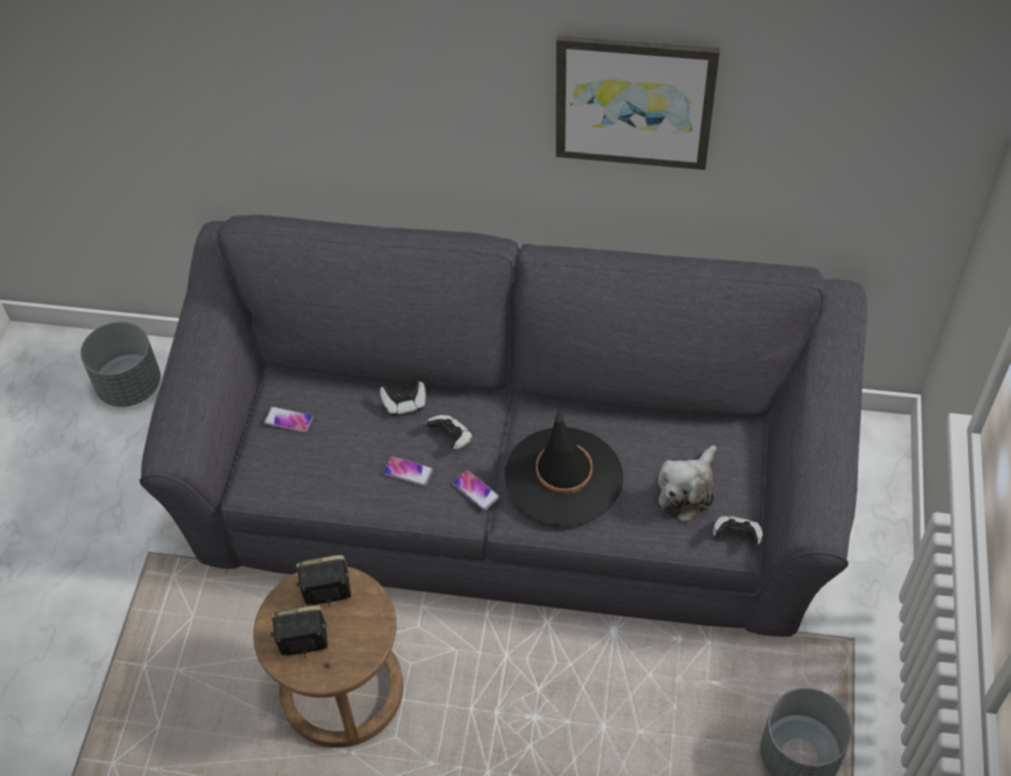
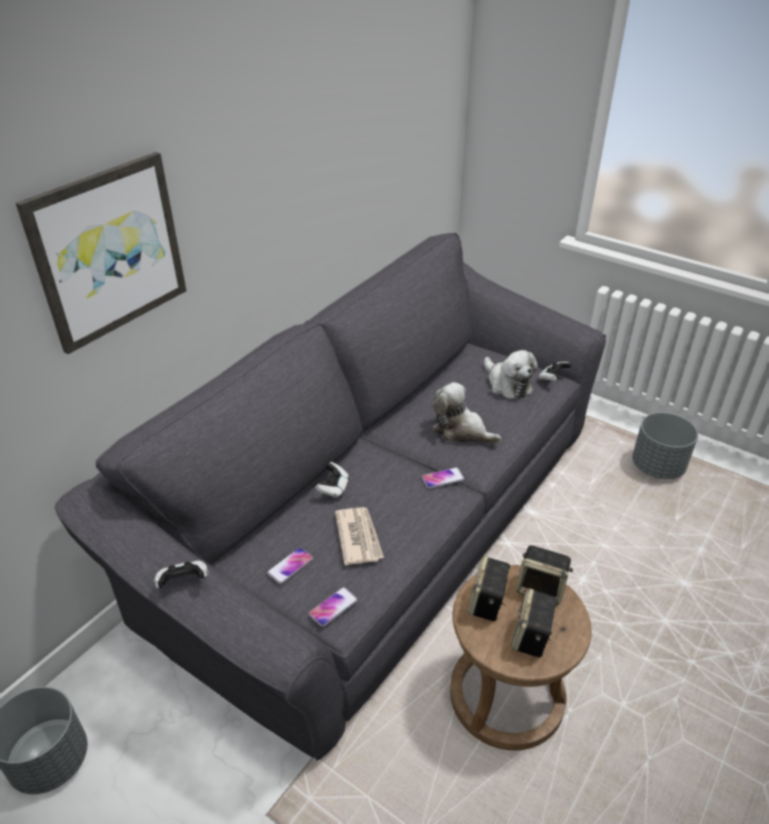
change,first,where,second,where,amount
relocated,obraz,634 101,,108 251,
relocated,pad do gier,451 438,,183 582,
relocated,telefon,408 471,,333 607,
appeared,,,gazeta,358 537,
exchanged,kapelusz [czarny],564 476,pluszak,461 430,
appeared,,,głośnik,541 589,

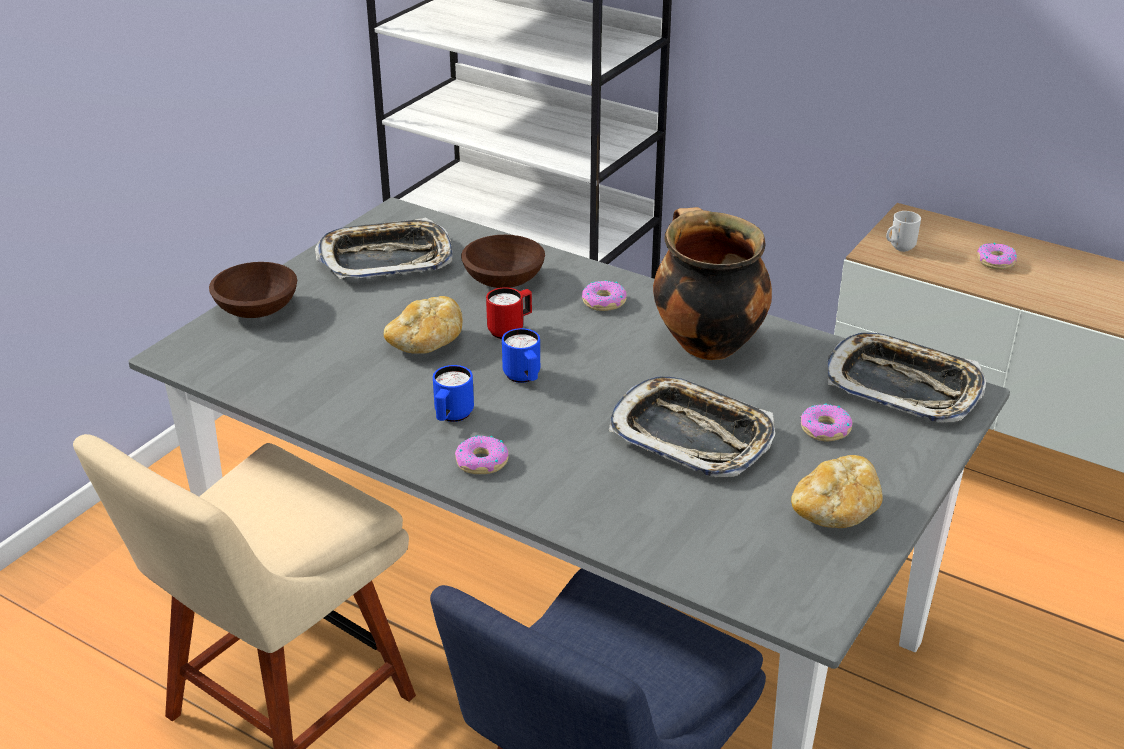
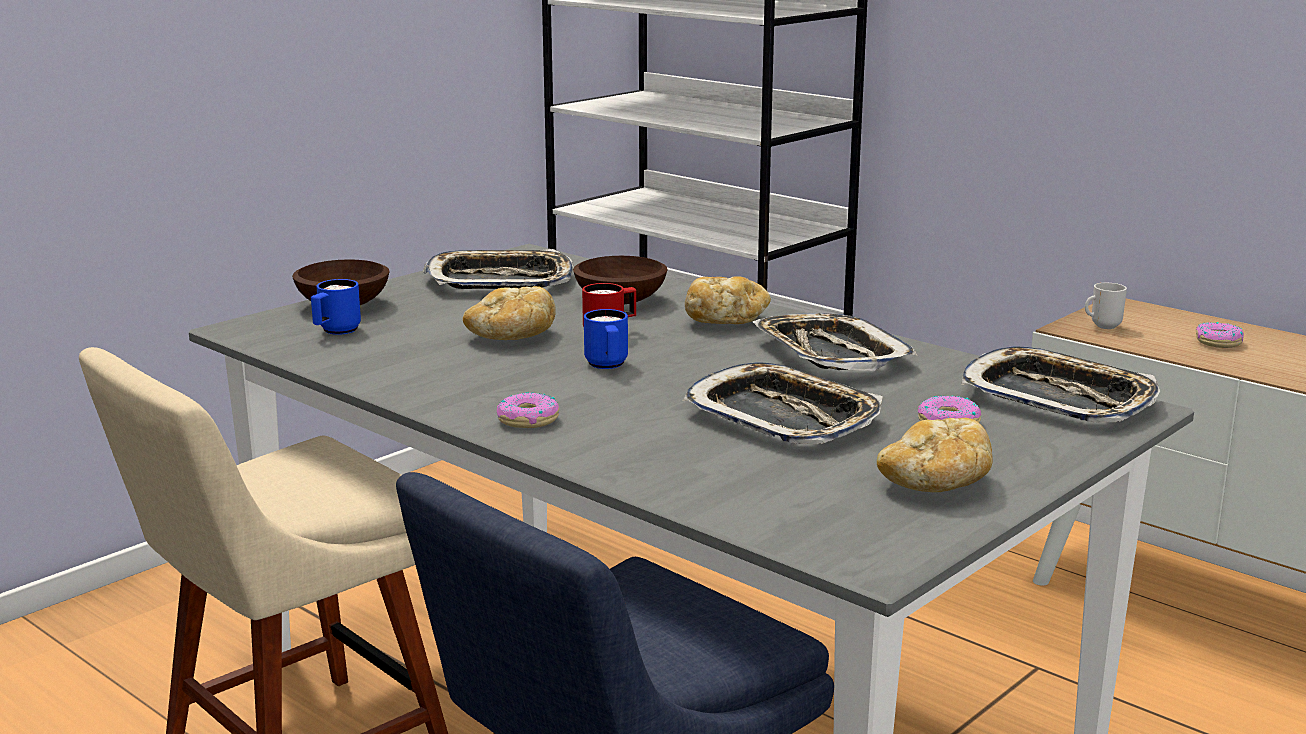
change,first,where,second,where,amount
relocated,kubek [niebieski],451 417,,335 331,
exchanged,donut,604 302,chleb,725 320,
exchanged,garnek,705 343,taca,830 354,

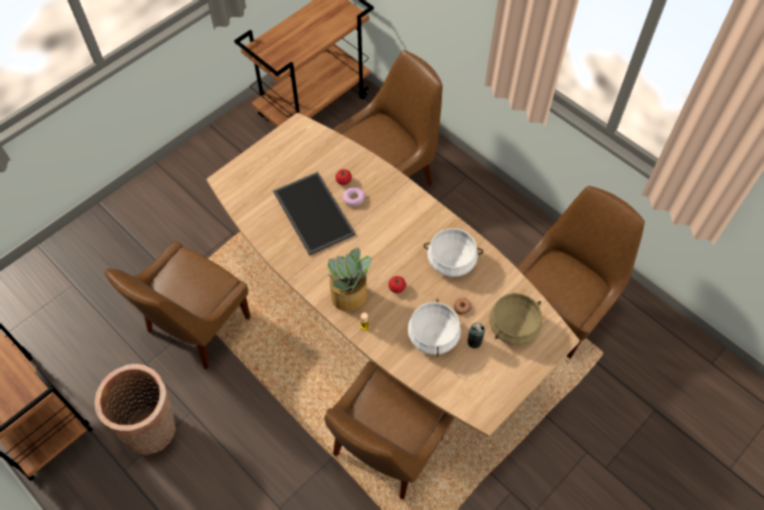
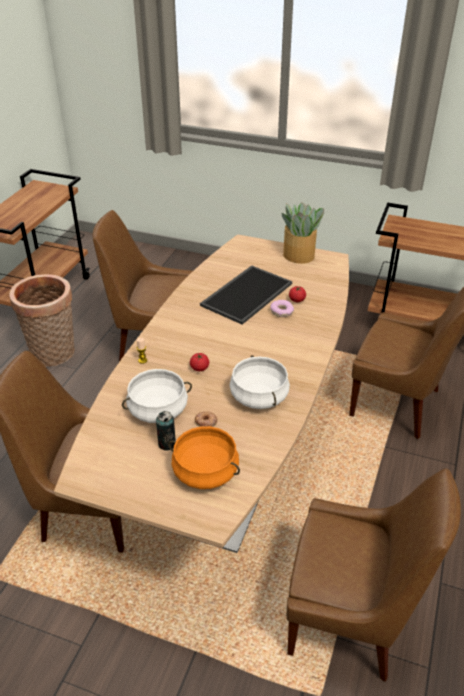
change,first,where,second,where,amount
colour,garnek [beżowy],513 327,garnek [pomarańczowy],205 472,
relocated,roślina doniczkowa,350 296,,299 256,

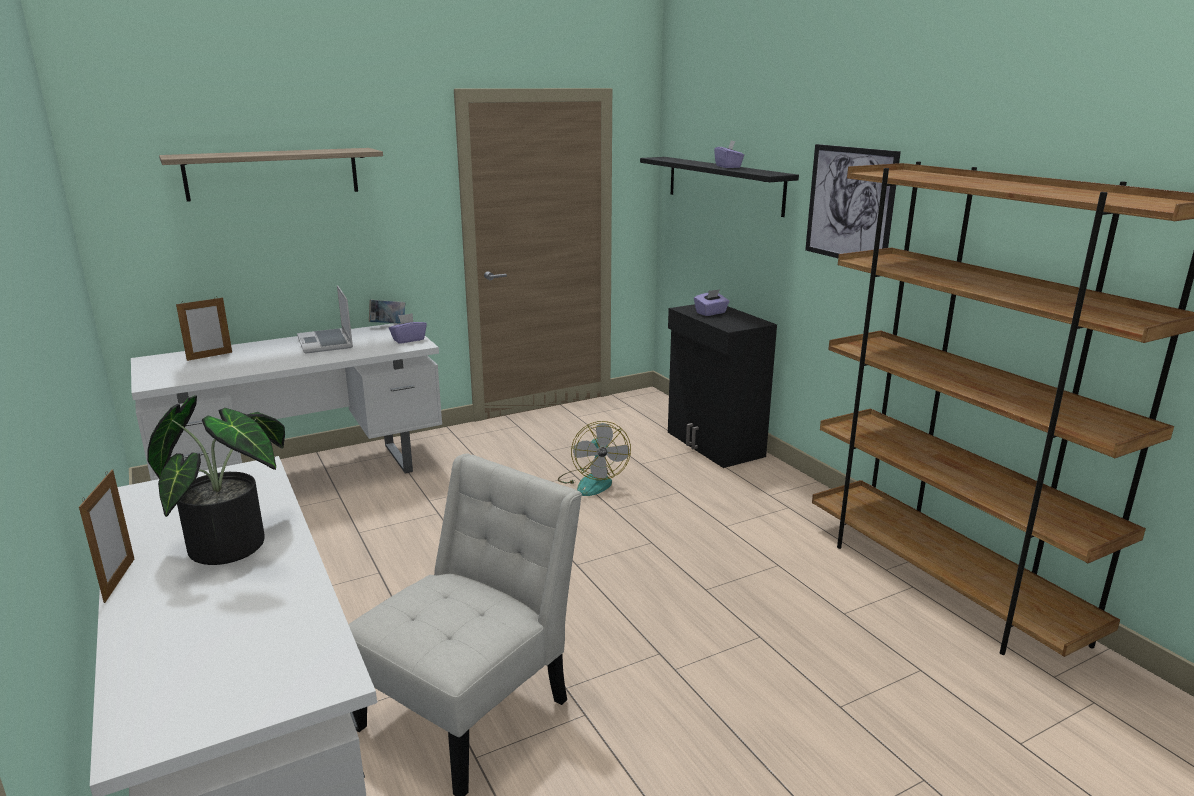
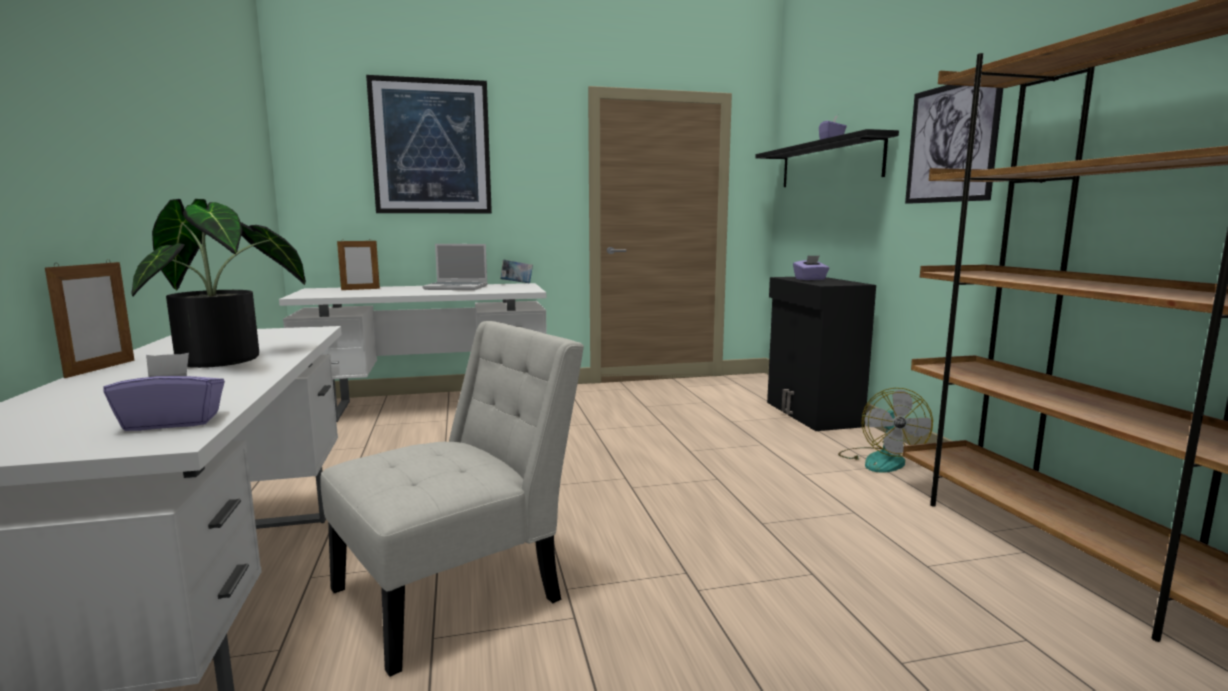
change,first,where,second,where,amount
relocated,pudełko chusteczek [fioletowy],408 340,,173 422,
exchanged,półka,273 173,obraz,431 147,
spun,laptop,326 343,,457 287,75 degrees counterclockwise
relocated,wentylator,592 481,,880 460,

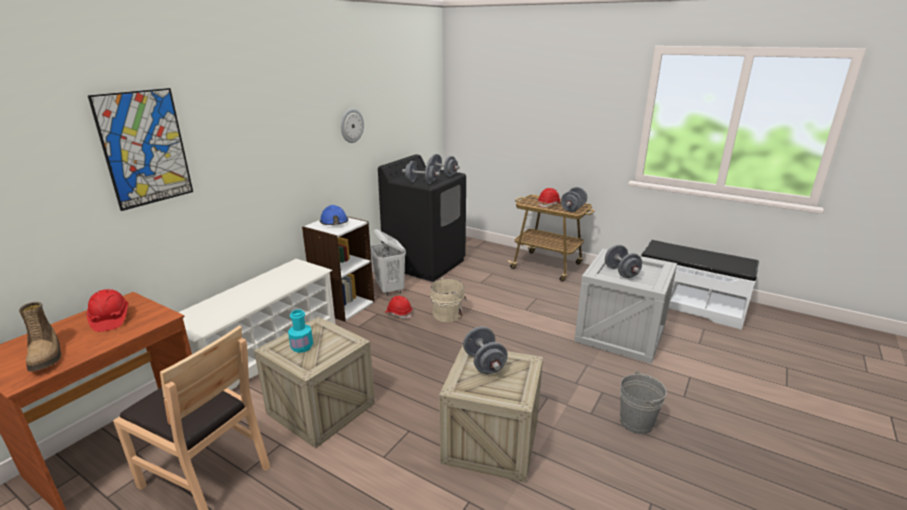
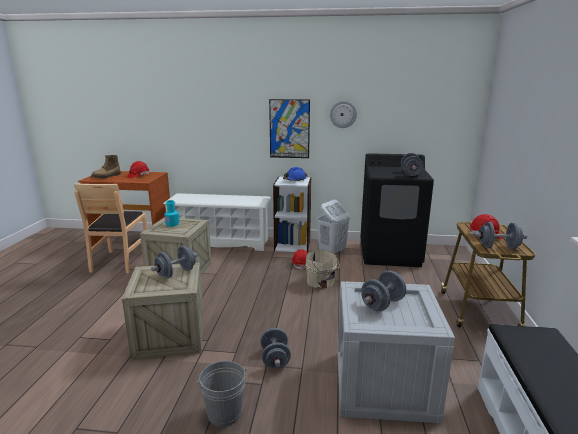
change,first,where,second,where,amount
relocated,hantel [szary],421 182,,275 359,
relocated,obraz,145 148,,289 129,

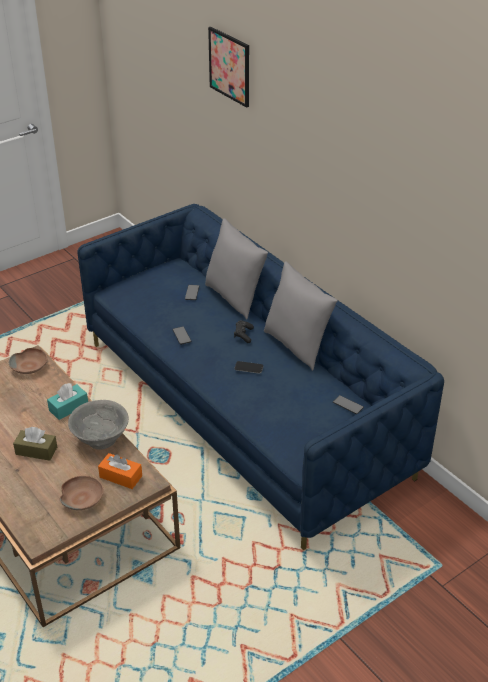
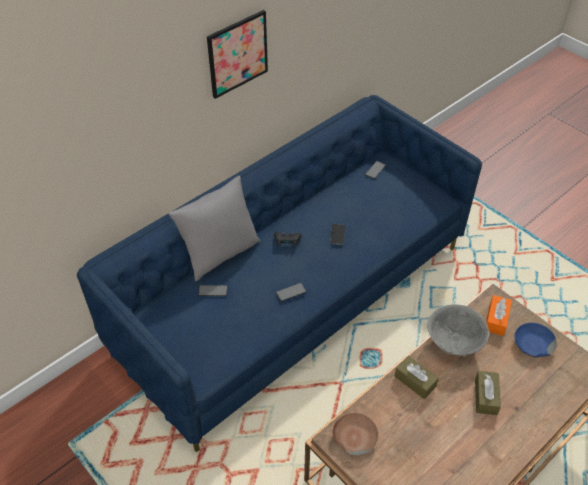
change,first,where,second,where,amount
relocated,obraz,229 66,,237 54,
colour,pudełko chusteczek [turkusowy],68 407,pudełko chusteczek [brązowy],415 381,
colour,miska [brązowy],82 498,miska [niebieski],532 344,
missing,poduszka [szary],297 345,,,

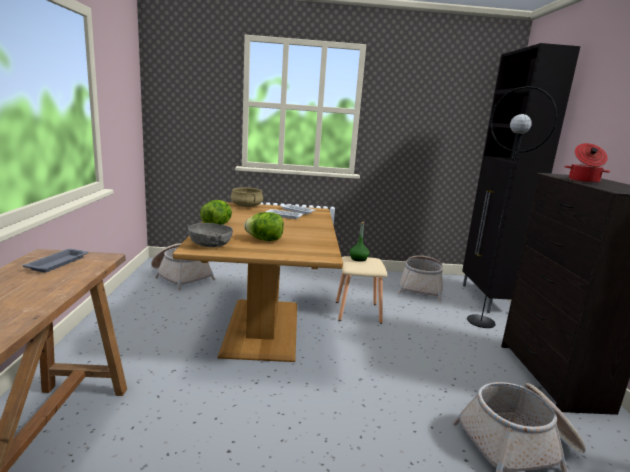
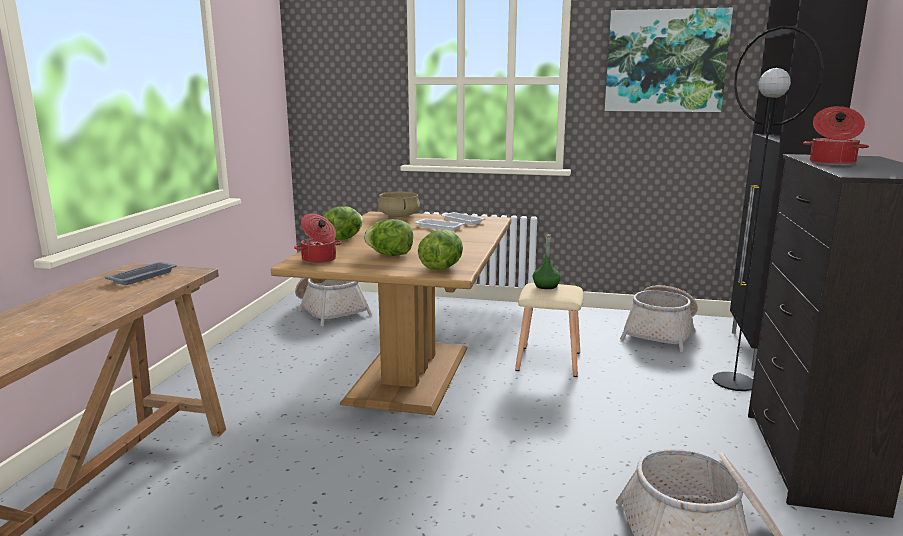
change,first,where,second,where,amount
exchanged,miska [szary],210 245,garnek,319 260,
appeared,,,sałata,442 268,
appeared,,,obraz,665 61,

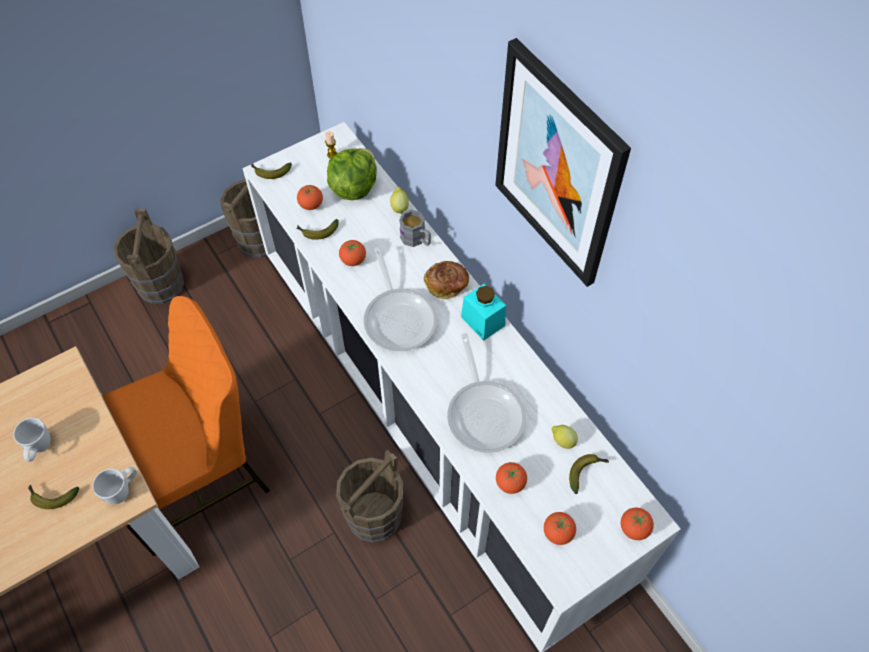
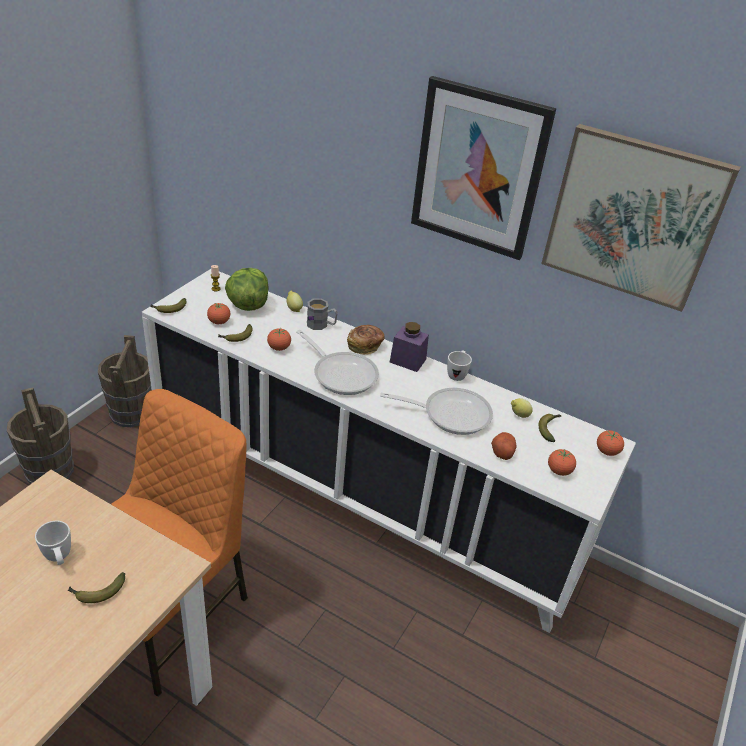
change,first,where,second,where,amount
spun,patelnia,484 412,,450 414,45 degrees counterclockwise
colour,słoik [turkusowy],483 321,słoik [fioletowy],407 361,
relocated,kubek [biały],123 490,,457 374,
exchanged,pomidor,510 483,ziemniak,502 451,
appeared,,,obraz,633 217,
missing,wiadro [brązowy],374 516,,,

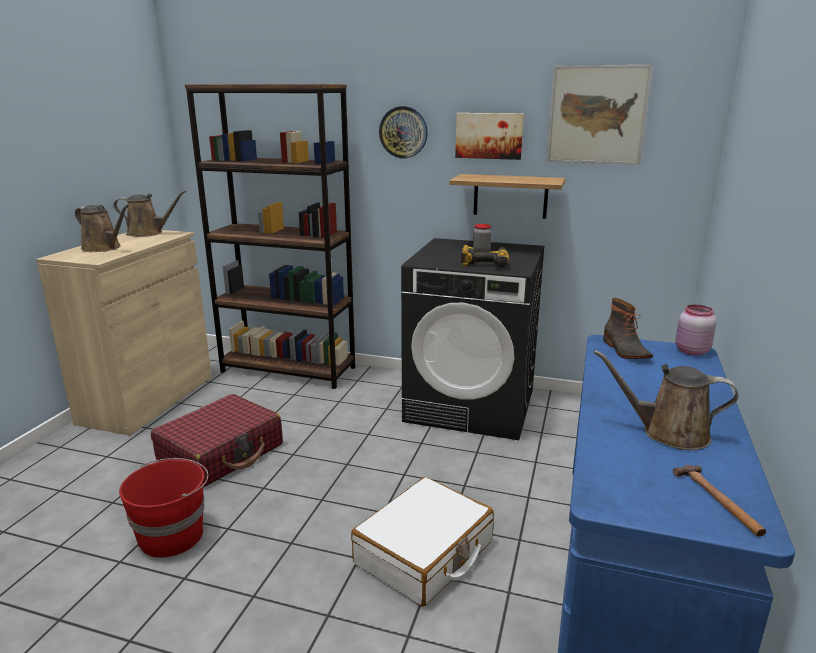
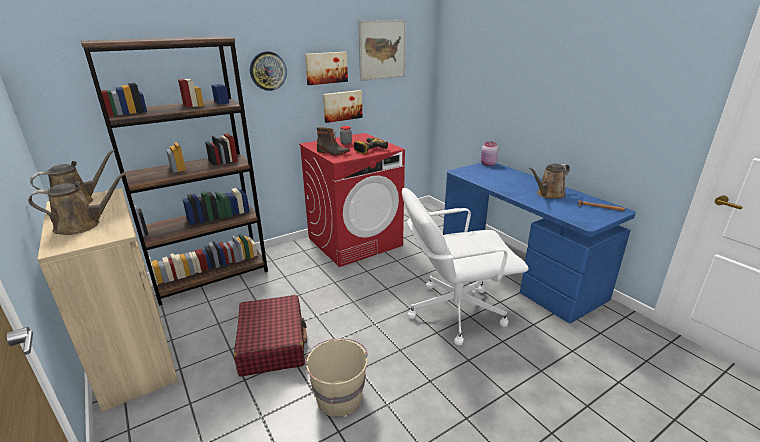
change,first,where,second,where,amount
colour,pralka [czarny],471 405,pralka [czerwony],355 241,
colour,wiadro [czerwony],173 535,wiadro [beżowy],339 396,
relocated,but z cholewką,624 350,,332 153,
exchanged,półka,510 196,obraz,342 106,
exchanged,walizka [biały],424 553,krzesło biurowe [biały],454 311,

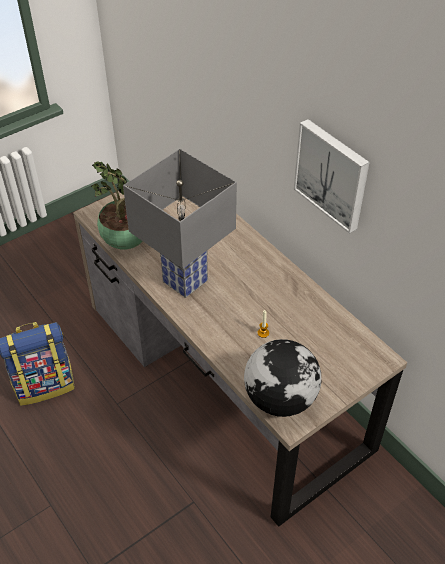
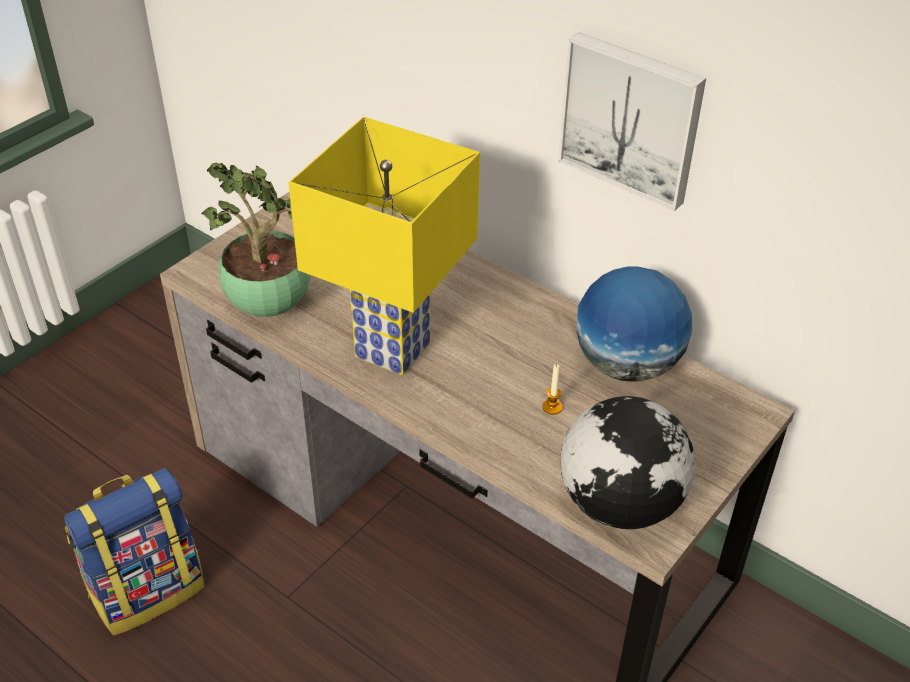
change,first,where,second,where,amount
colour,lampa stołowa [szary],185 280,lampa stołowa [żółty],392 348,
appeared,,,globus,627 365,

